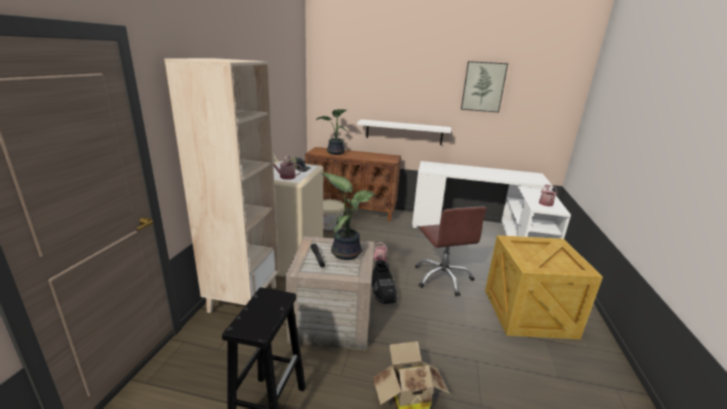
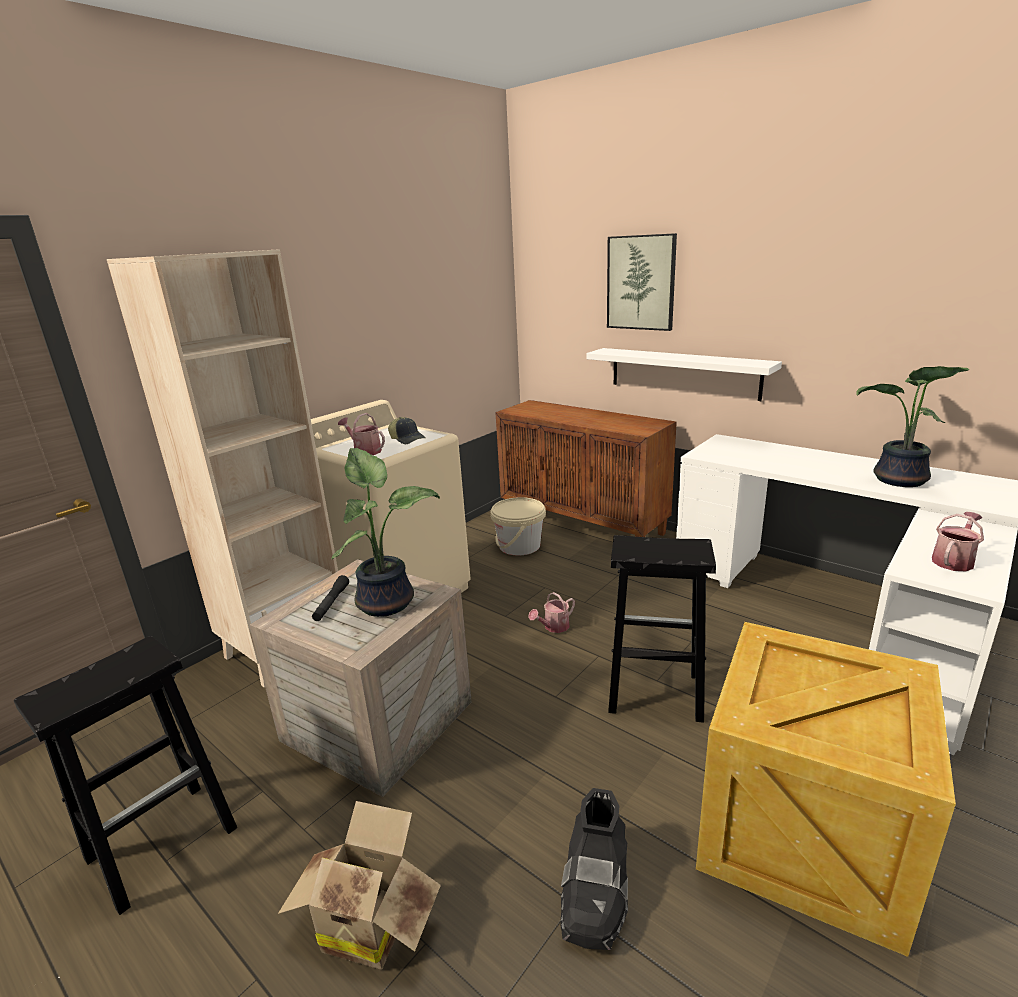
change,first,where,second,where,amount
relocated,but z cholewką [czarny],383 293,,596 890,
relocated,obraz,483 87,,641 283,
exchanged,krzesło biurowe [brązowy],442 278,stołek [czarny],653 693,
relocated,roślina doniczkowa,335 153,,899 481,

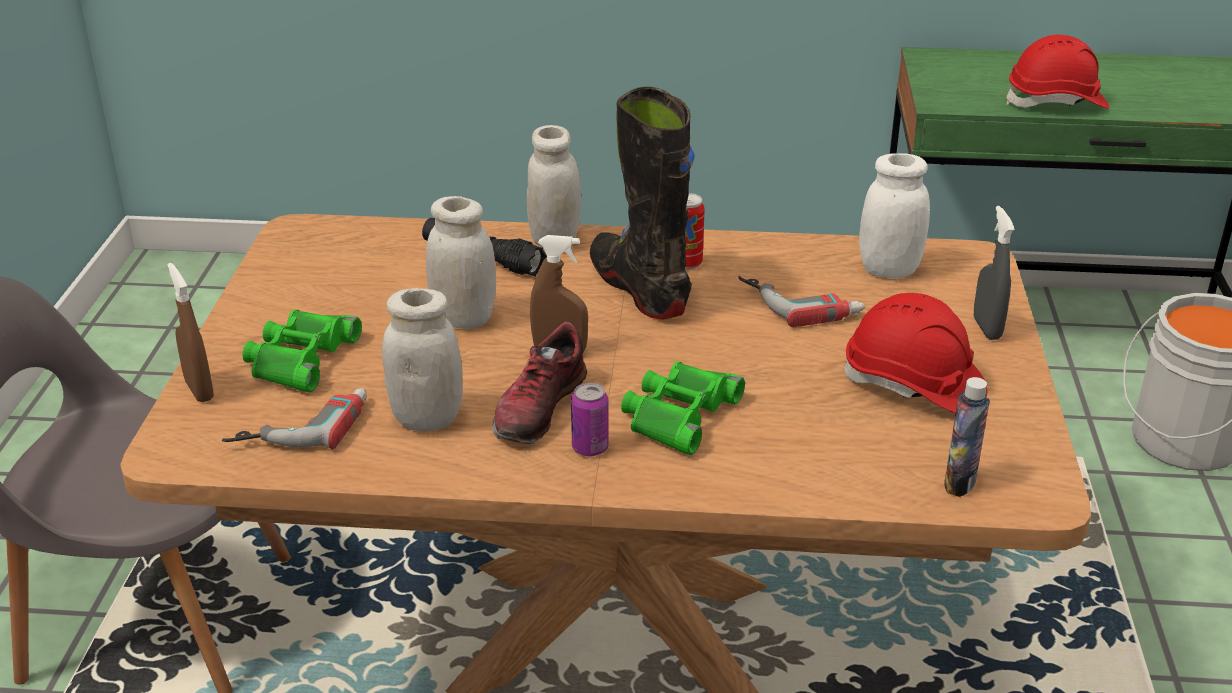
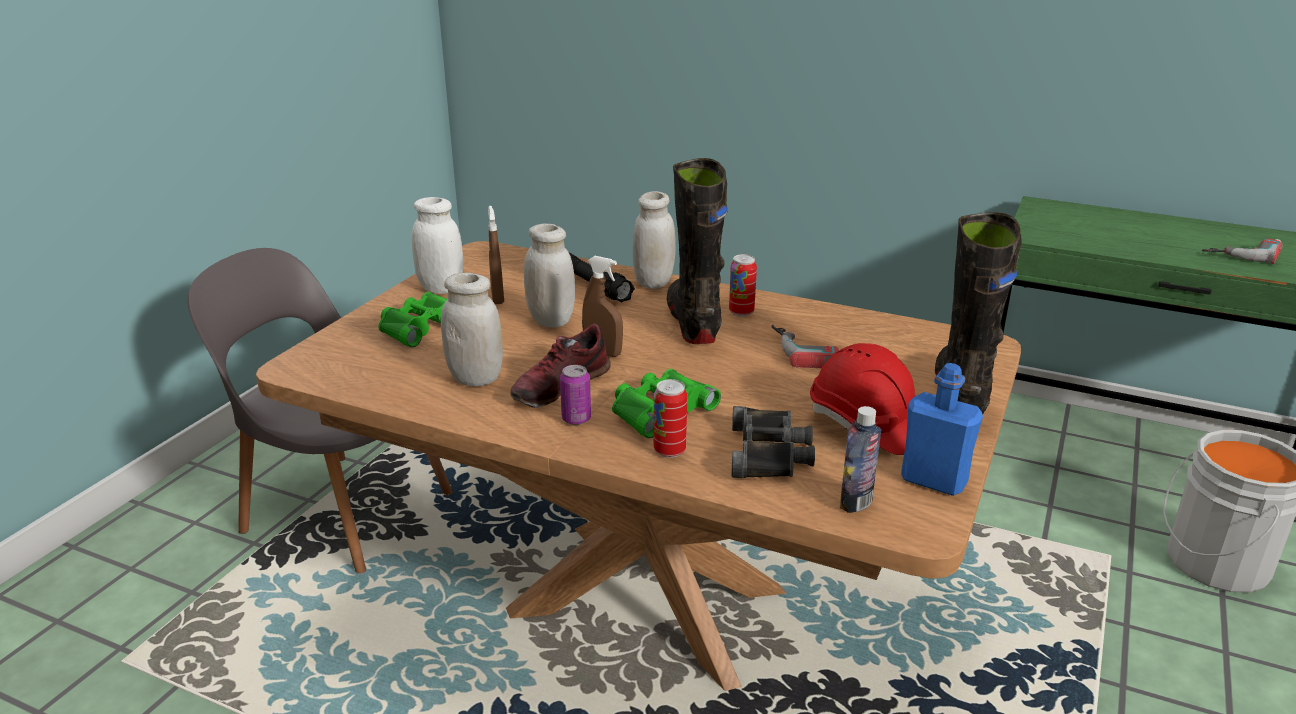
change,first,where,second,where,amount
relocated,słoik [biały],889 270,,441 288,
relocated,spryskiwacz [brązowy],199 390,,497 298,
appeared,,,puszka,669 451,
appeared,,,lornetka [czarny],770 453,
appeared,,,butelka [niebieski],933 480,
exchanged,spryskiwacz [szary],986 328,but z cholewką [czarny],960 396,
relocated,wiertarka,300 424,,1241 252,
missing,kask [czerwony],1056 102,,,

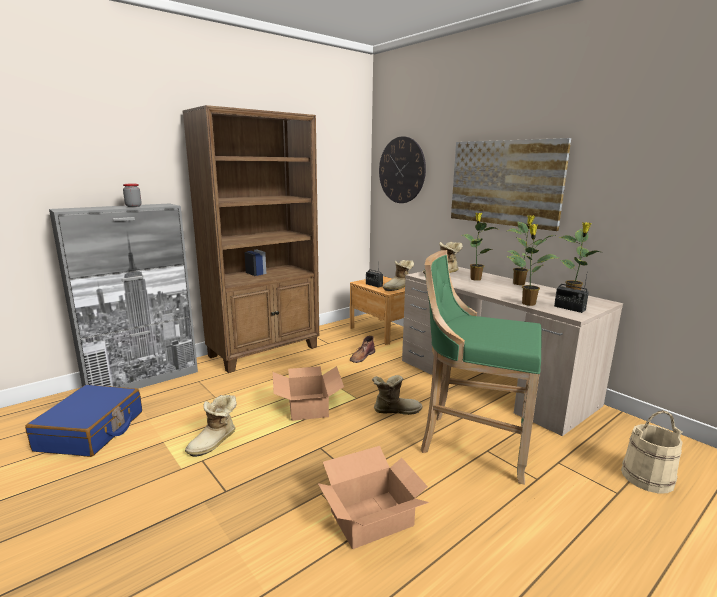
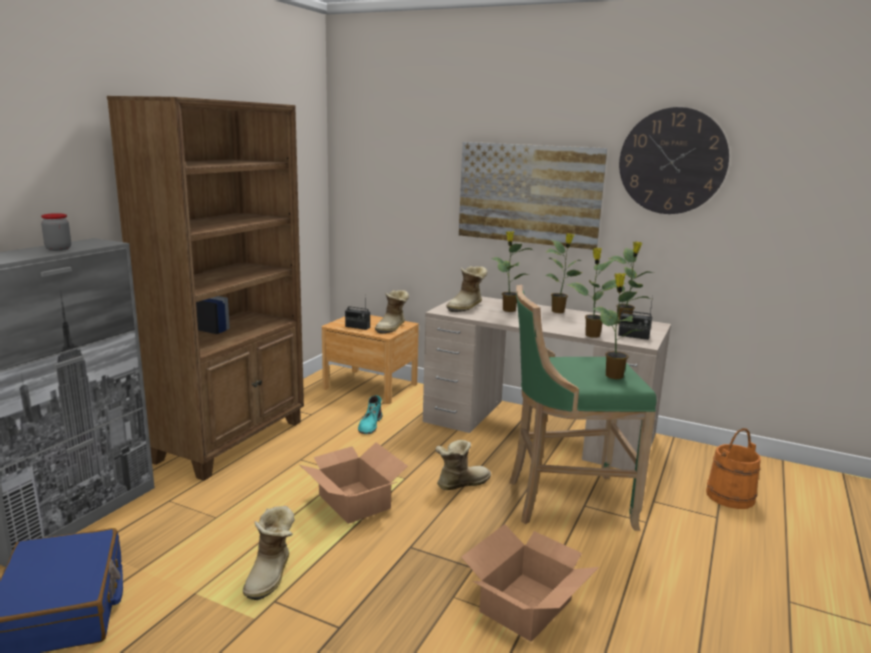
change,first,where,second,where,amount
colour,but z cholewką [brązowy],362 356,but z cholewką [turkusowy],370 425,
appeared,,,roślina doniczkowa,613 375,
relocated,zegar ścienny,401 170,,672 161,
colour,wiadro [beżowy],647 477,wiadro [pomarańczowy],730 496,

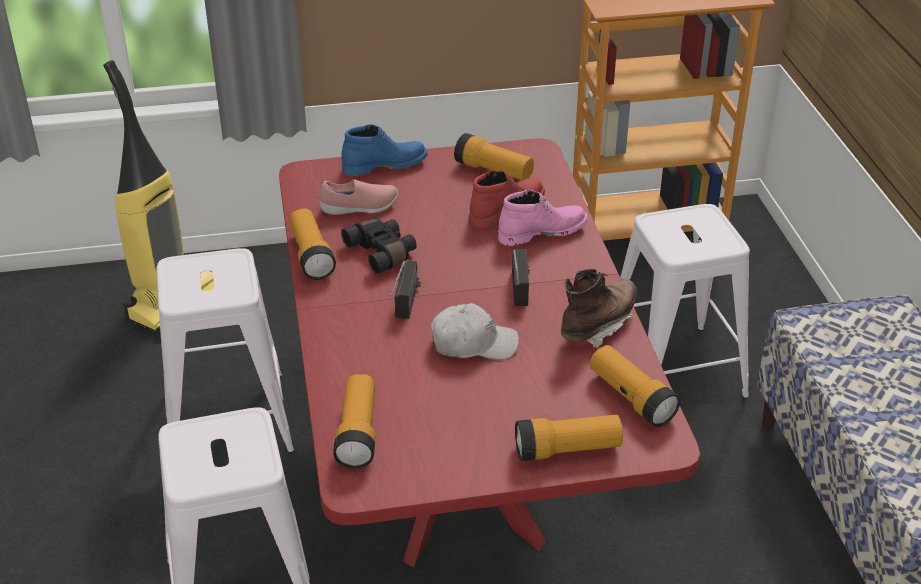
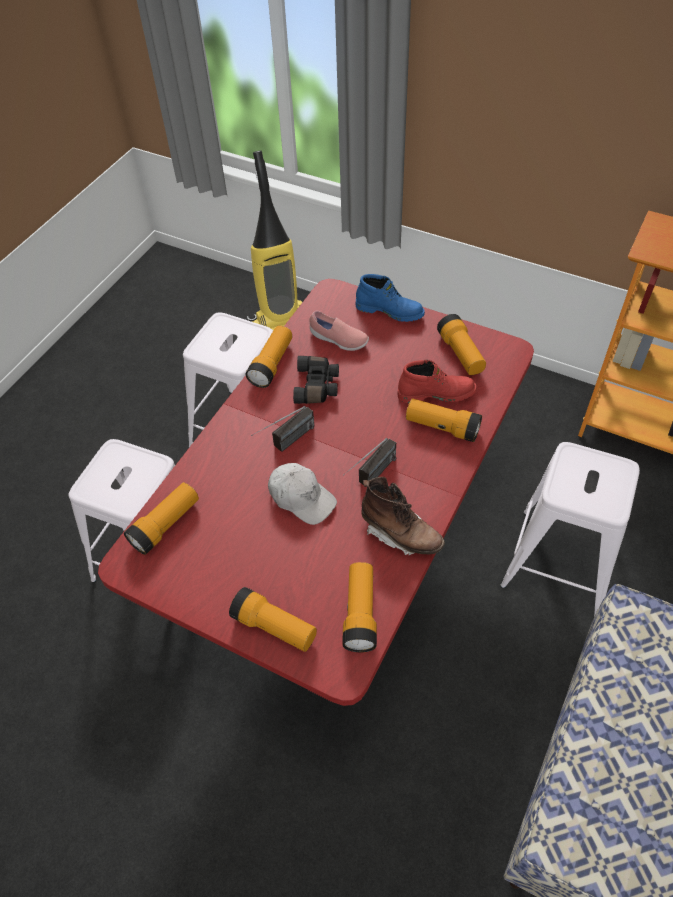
change,first,where,second,where,amount
spun,but z cholewką [brązowy],598 325,,400 534,45 degrees clockwise
exchanged,but z cholewką [różowy],542 231,latarka,442 427,

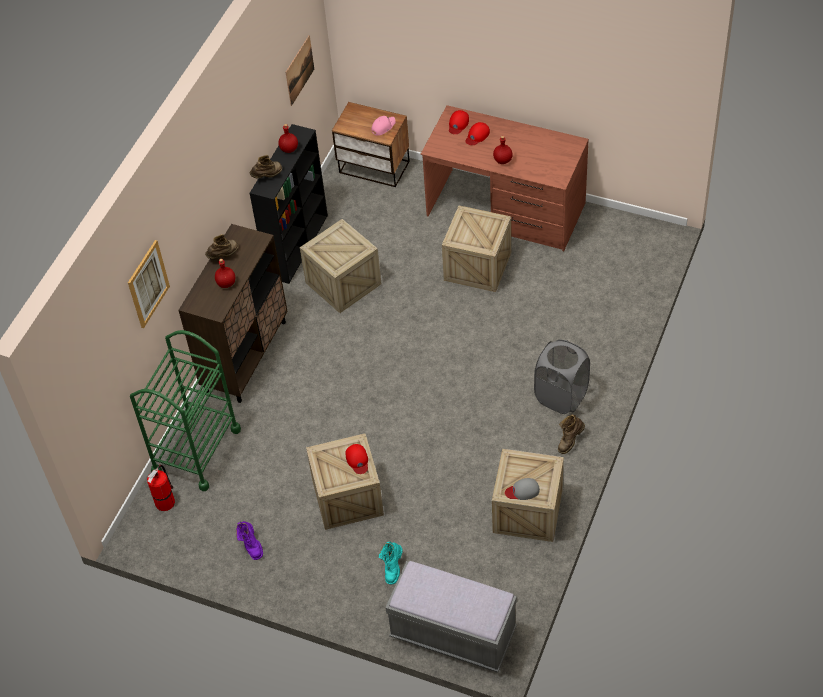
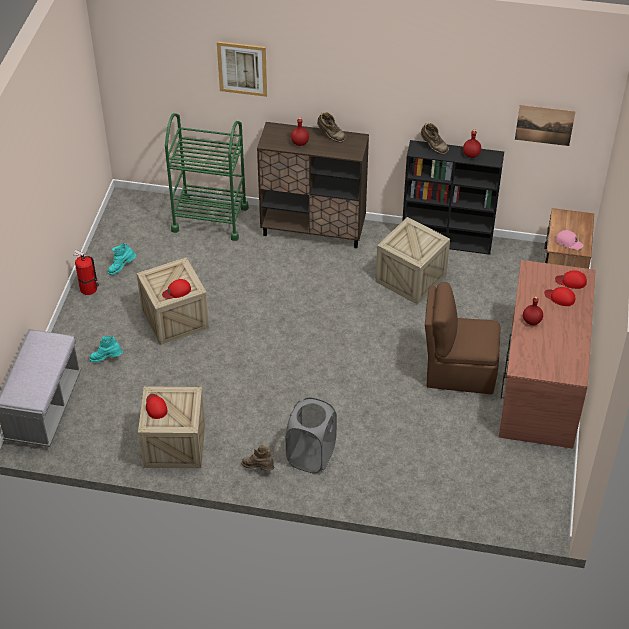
change,first,where,second,where,amount
relocated,gaśnica,165 501,,89 289,
colour,but z cholewką [fioletowy],251 545,but z cholewką [turkusowy],122 267,
colour,czapka z daszkiem [szary],522 491,czapka z daszkiem [czerwony],155 407,
exchanged,skrzynka,477 266,krzesło [brązowy],458 371,

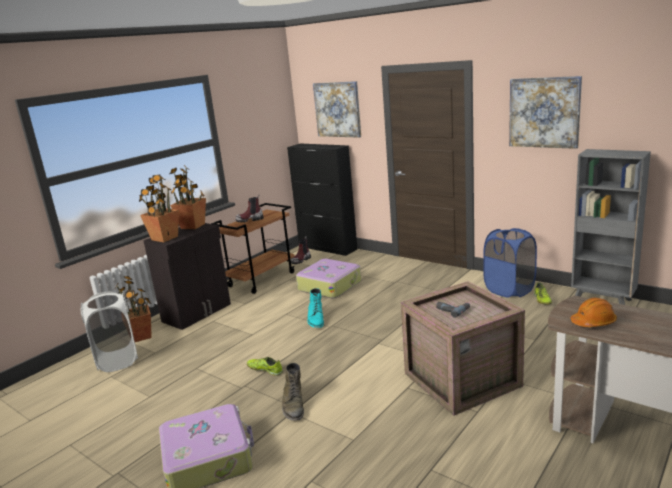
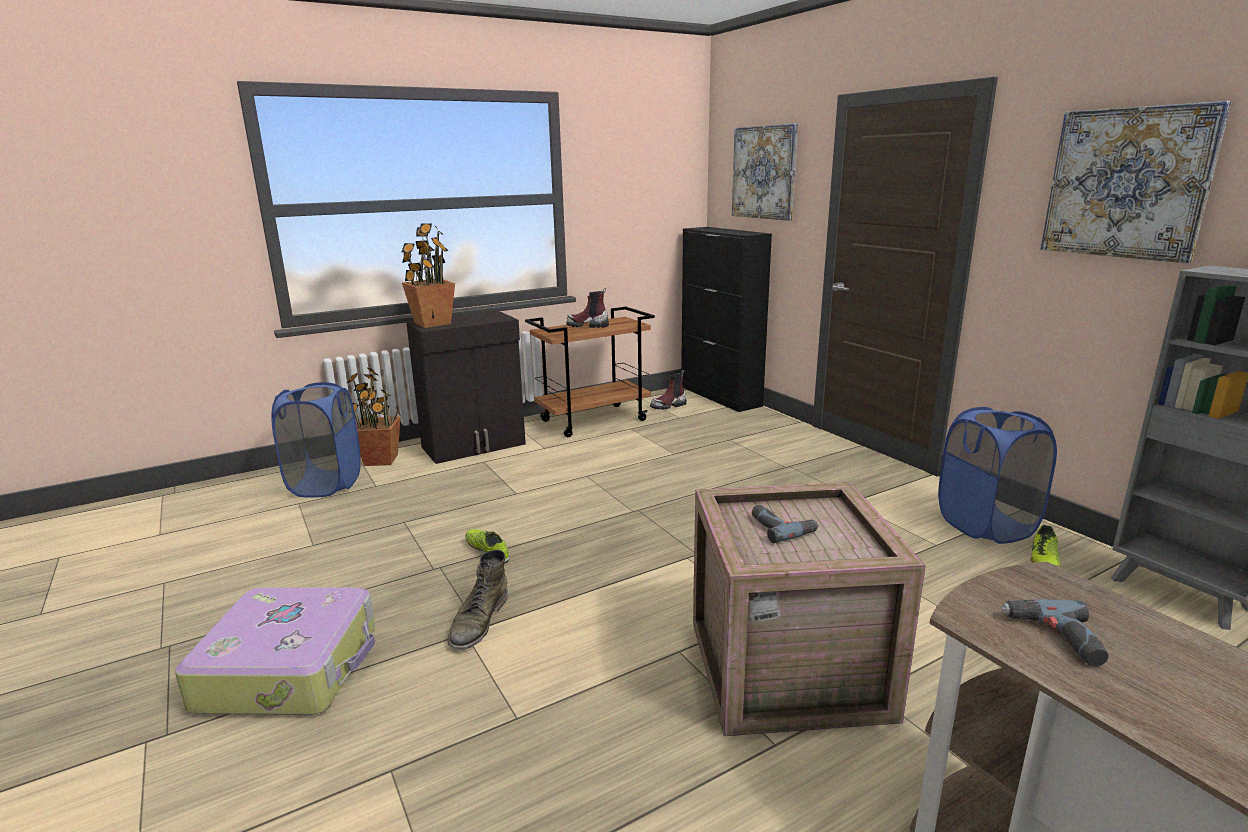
change,first,where,second,where,amount
colour,kosz na pranie [biały],117 360,kosz na pranie [niebieski],326 484,
exchanged,kask [pomarańczowy],593 322,wiertarka,1055 638,
missing,roślina doniczkowa,192 226,,,
missing,walizka,329 285,,,
missing,but z cholewką [turkusowy],316 319,,,

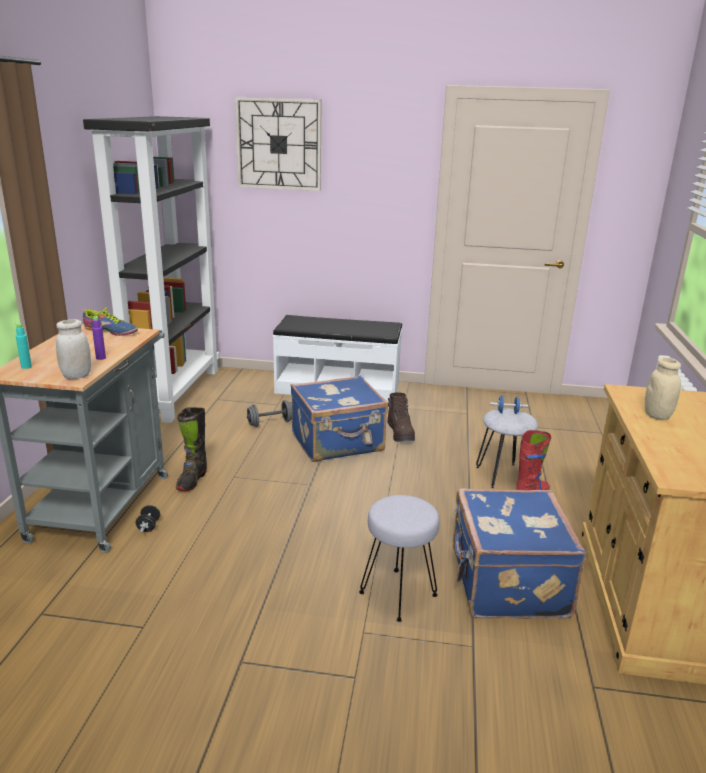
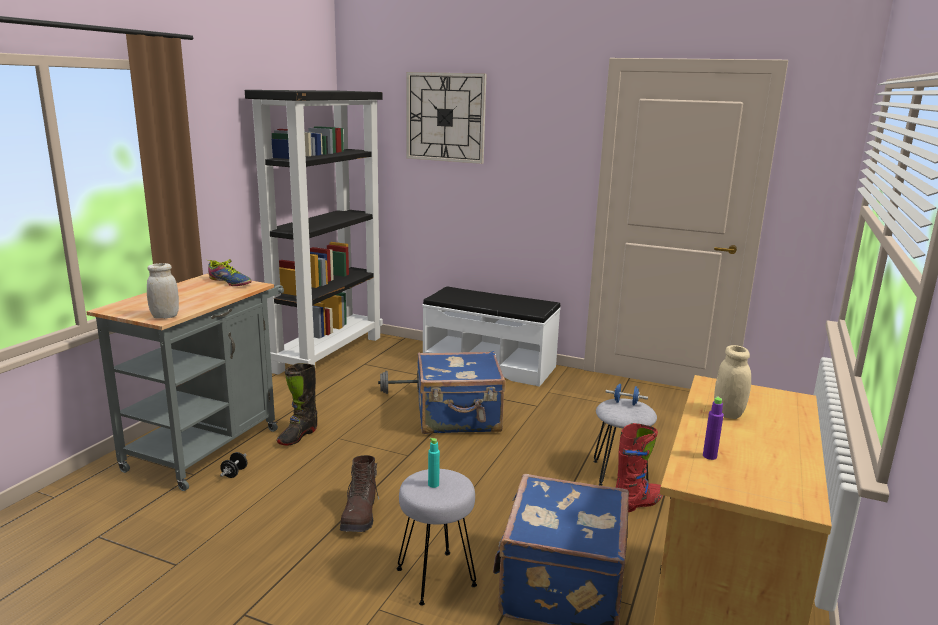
change,first,where,second,where,amount
relocated,but z cholewką [brązowy],400 433,,360 515,
relocated,butelka [turkusowy],26 367,,433 484,
relocated,butelka [fioletowy],101 358,,709 456,

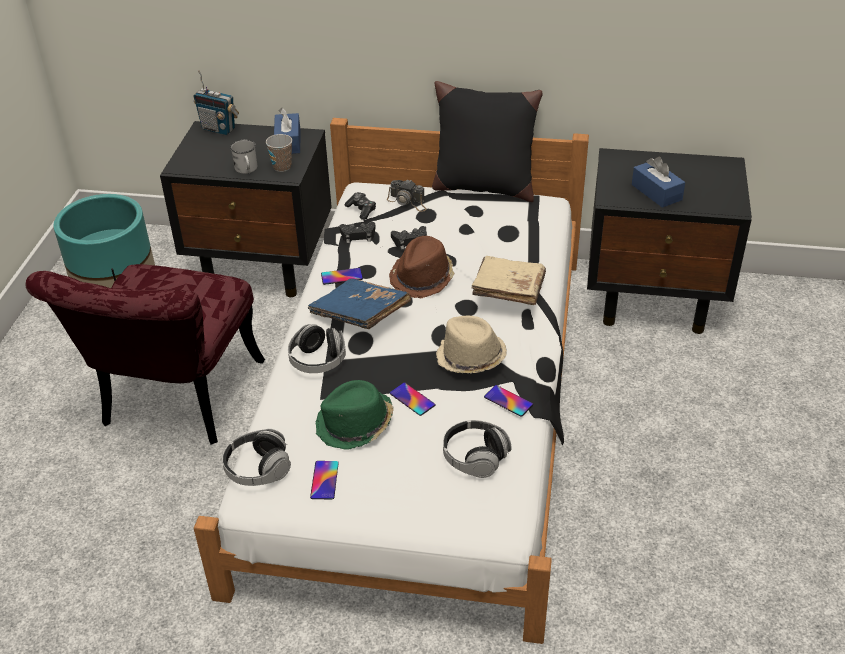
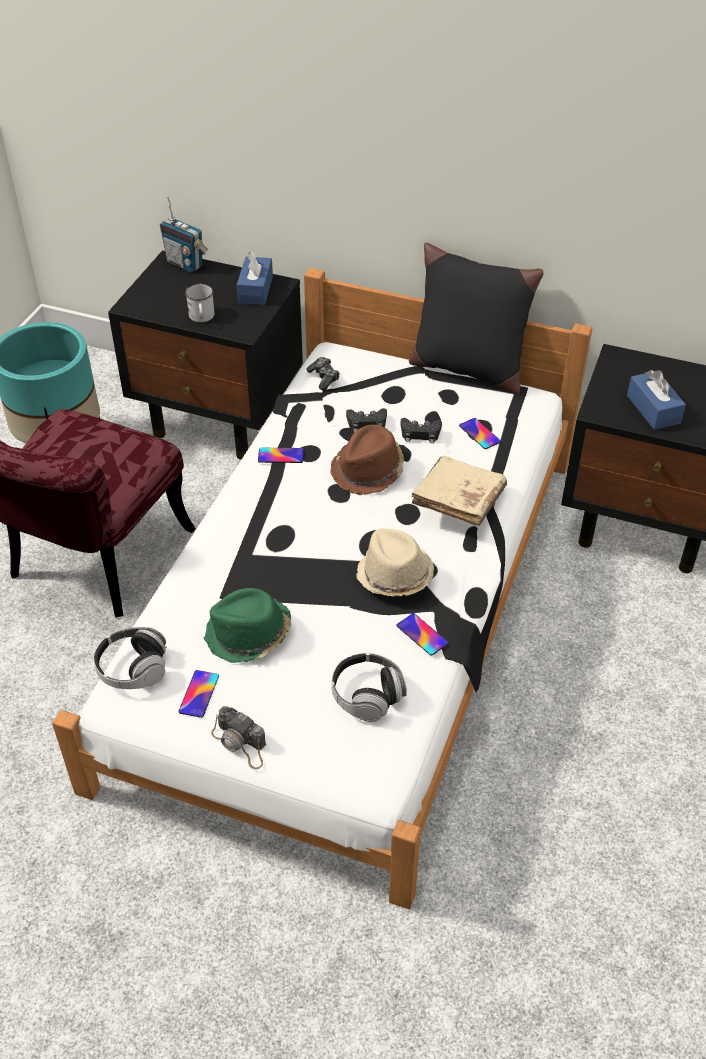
change,first,where,second,where,amount
relocated,aparat fotograficzny,408 202,,240 743,
relocated,pad do gier [czarny],358 235,,420 434,
relocated,telefon,412 399,,479 434,
missing,filiżanka,282 167,,,
missing,słuchawki,318 361,,,
missing,książka [niebieski],360 316,,,

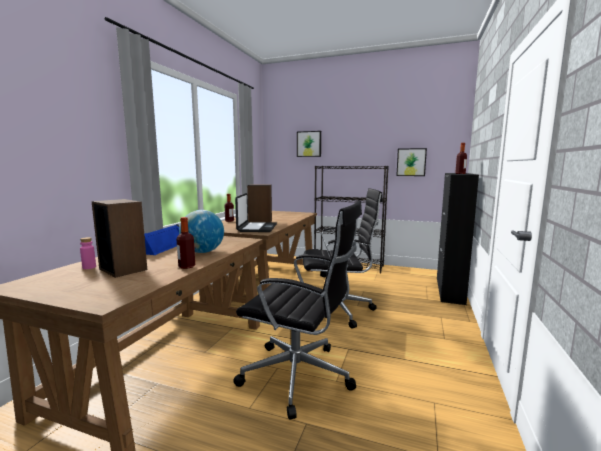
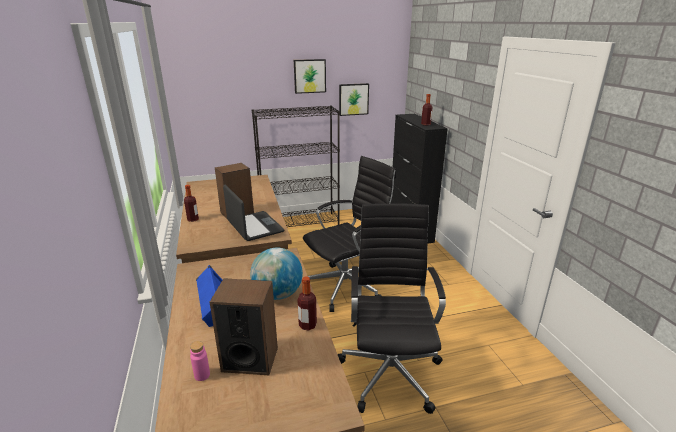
change,first,where,second,where,amount
relocated,obraz,309 144,,309 76,
spun,krzesło biurowe [czarny],300 376,,390 370,75 degrees counterclockwise

